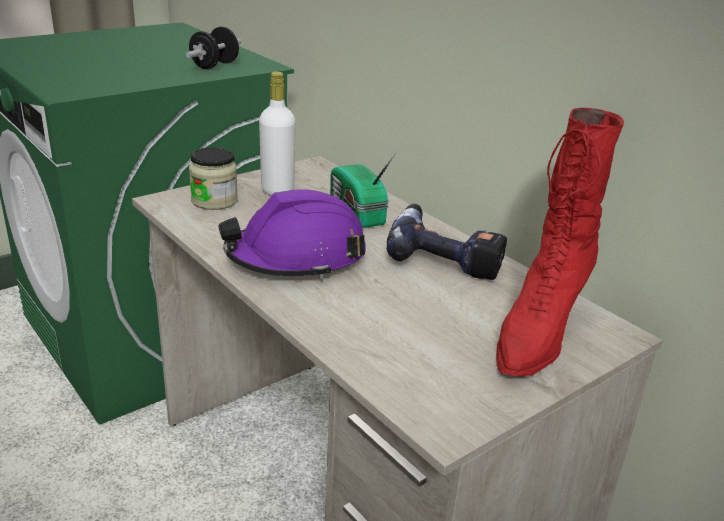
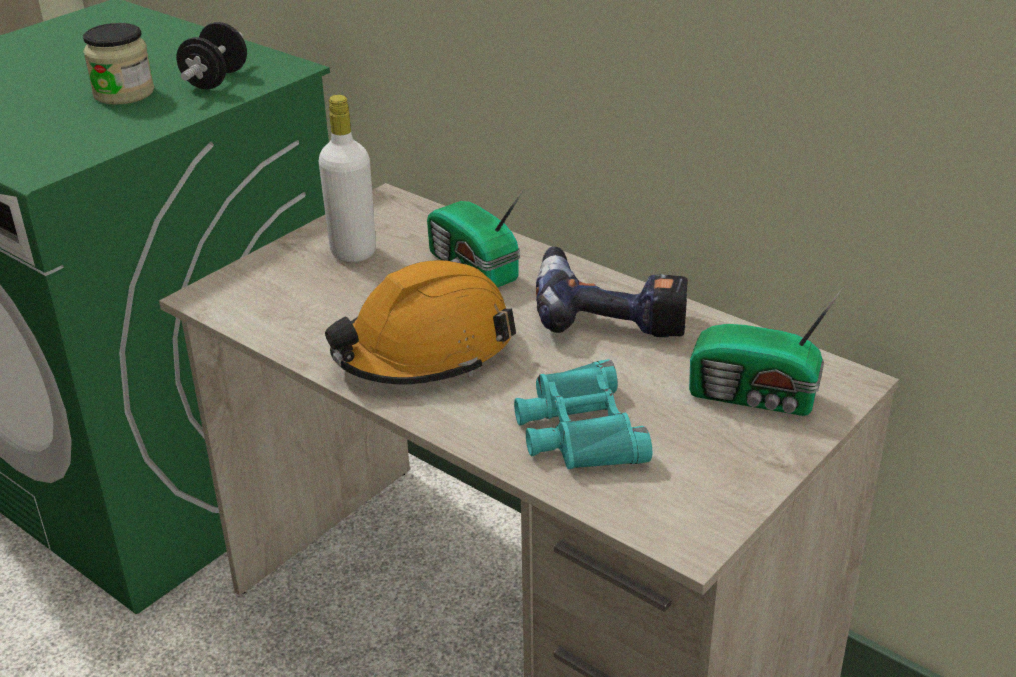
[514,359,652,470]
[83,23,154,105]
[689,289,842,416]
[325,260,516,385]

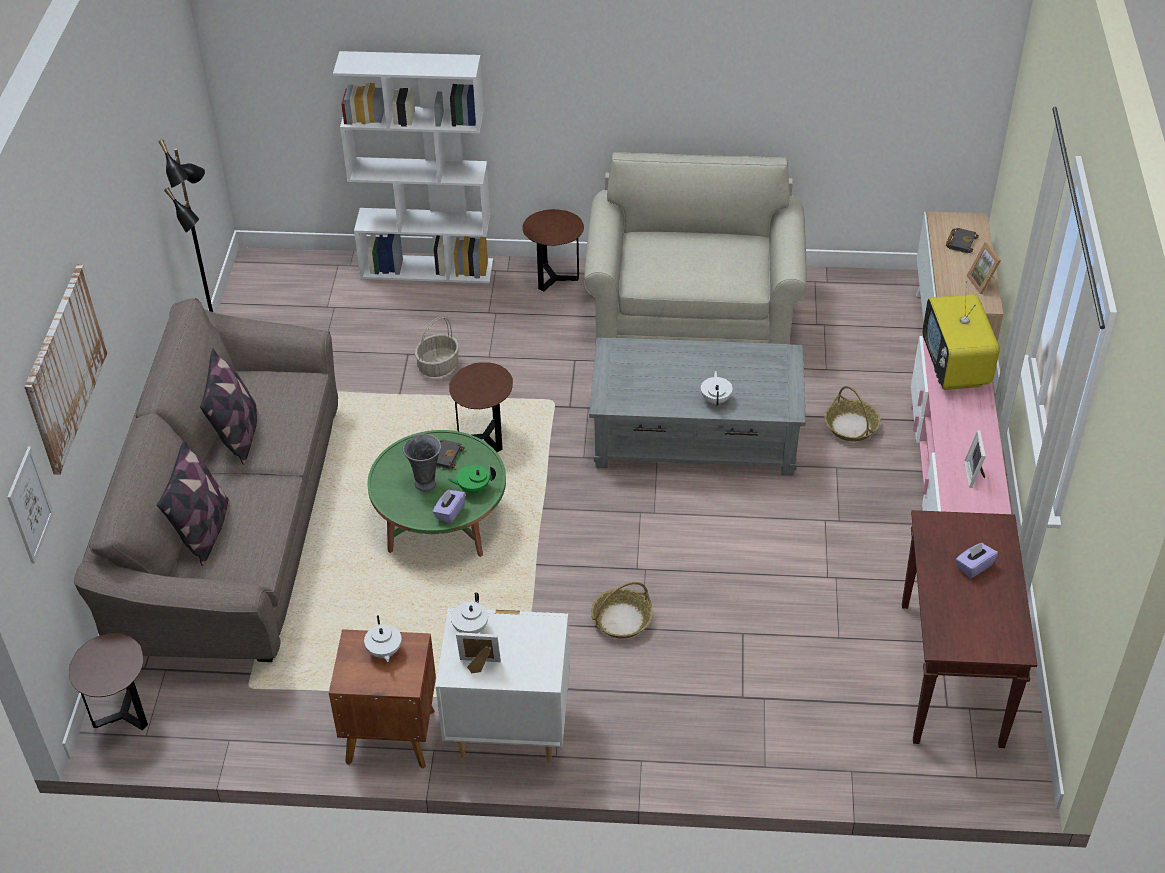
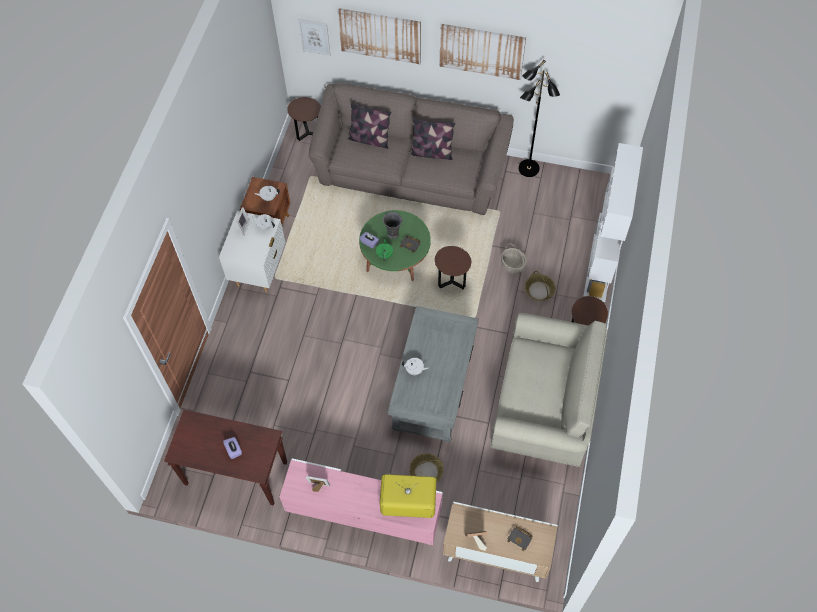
[440,24,526,80]
[525,271,556,301]

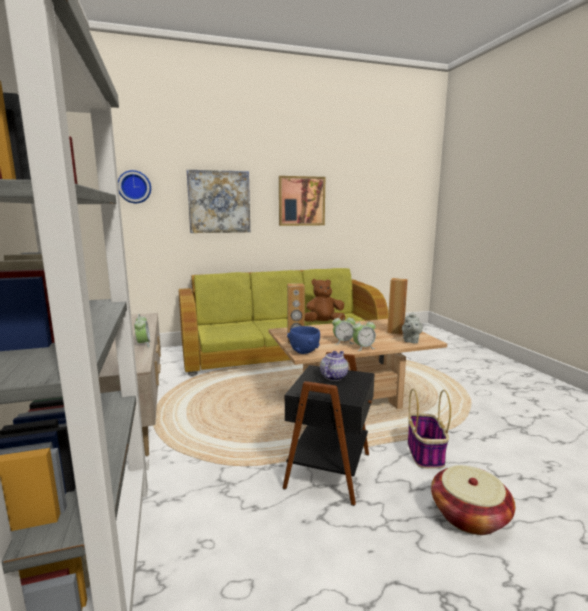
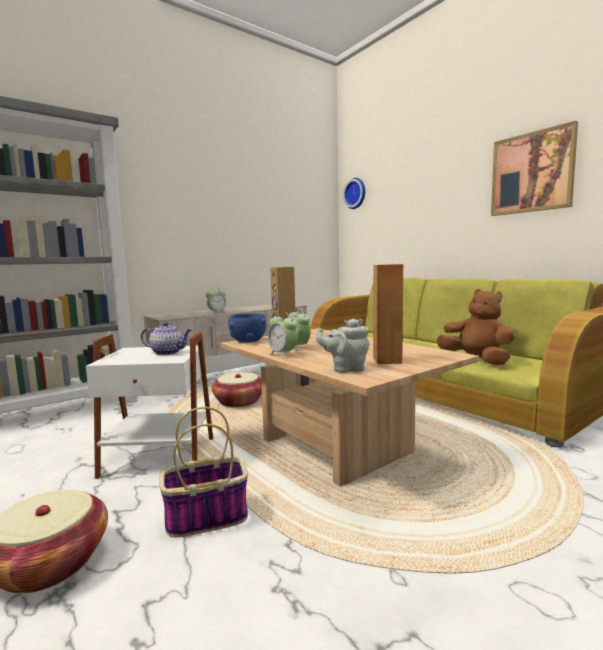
[187,170,250,233] (first image)
[212,372,262,408]
[86,332,213,479]

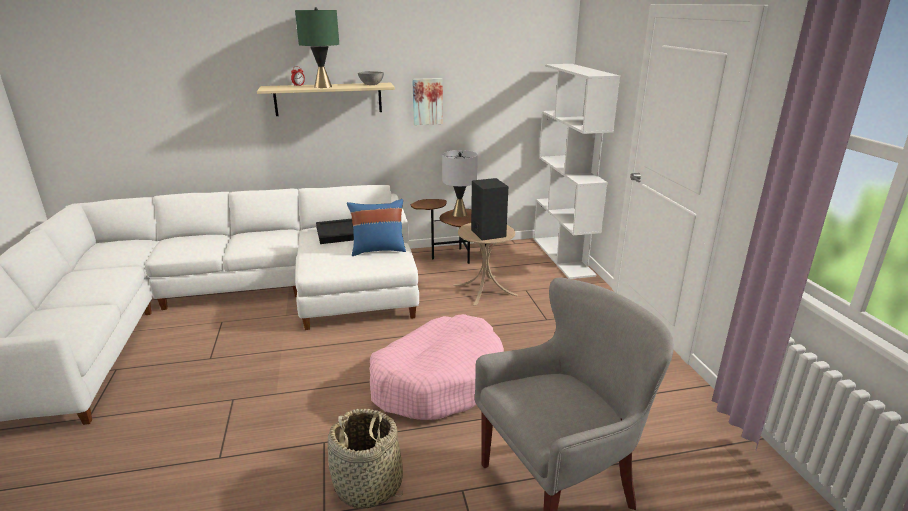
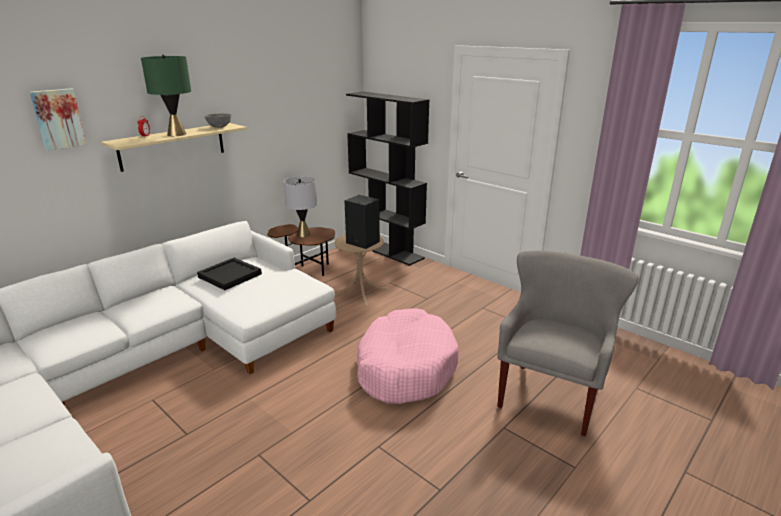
[328,409,403,509] (first image)
[347,199,406,256] (first image)
[30,88,87,151]
[346,92,429,266]

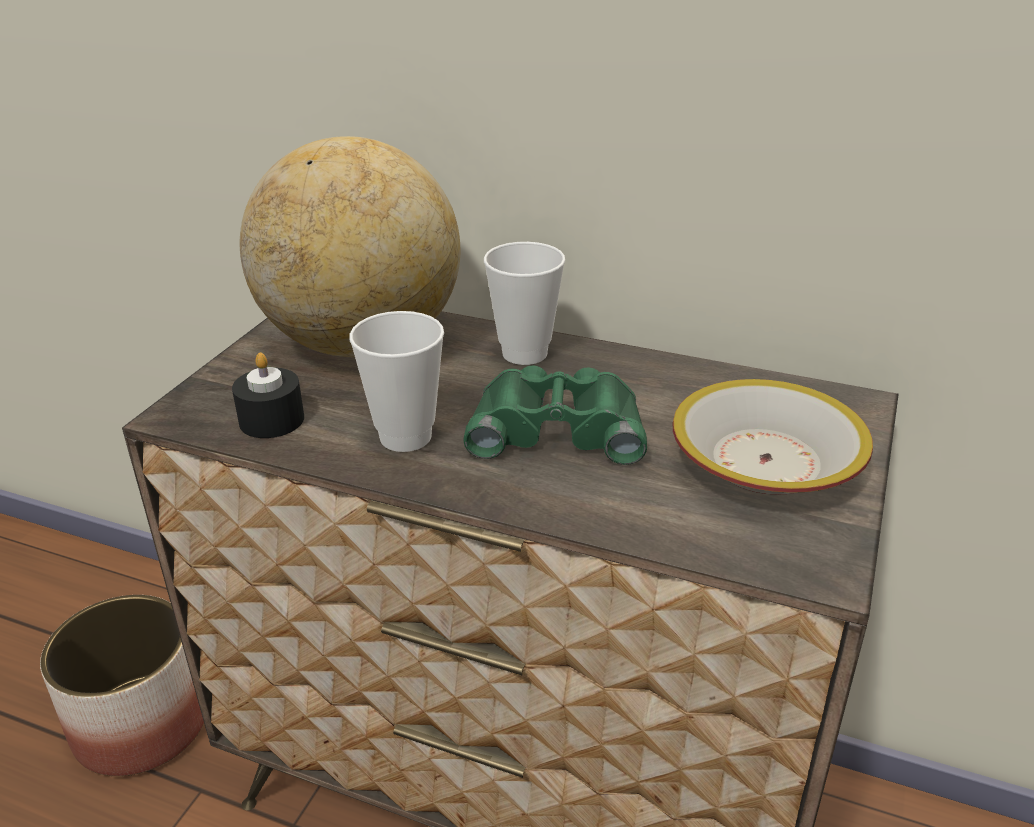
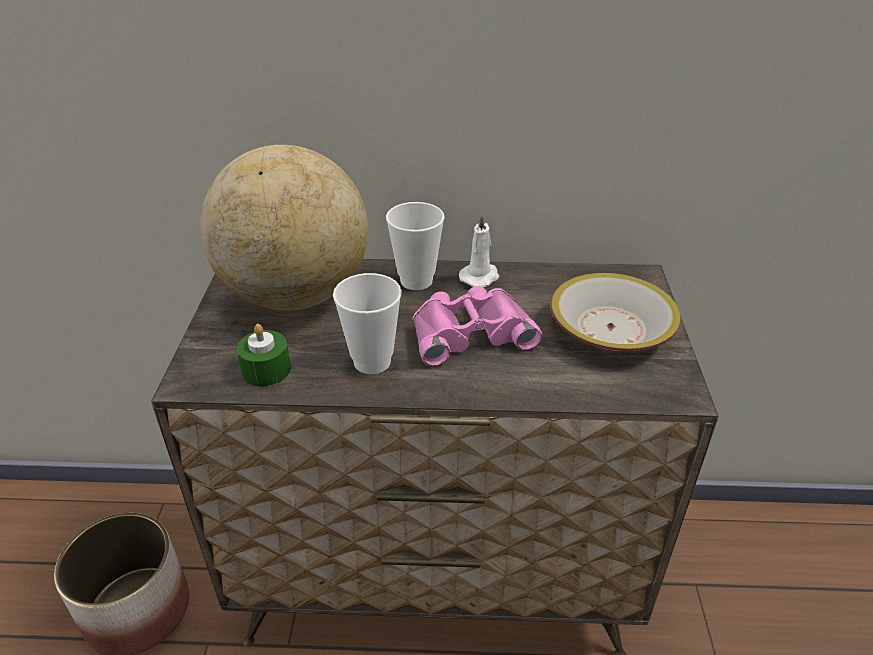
[459,213,500,287]
[237,324,291,386]
[413,286,543,366]

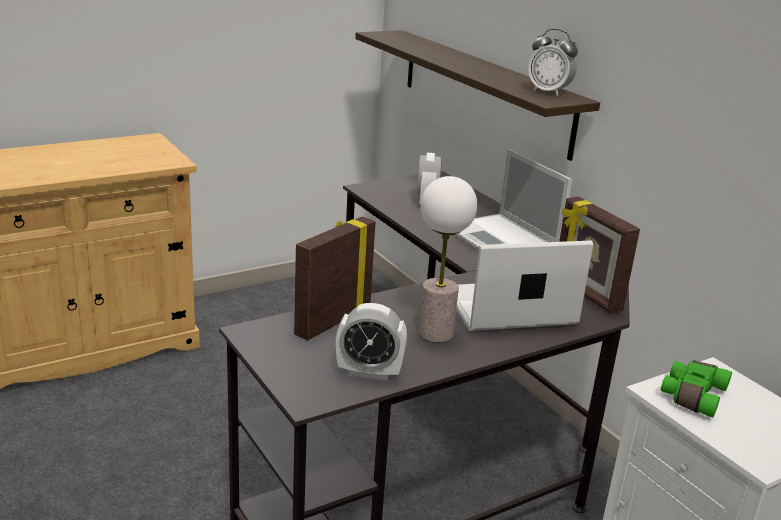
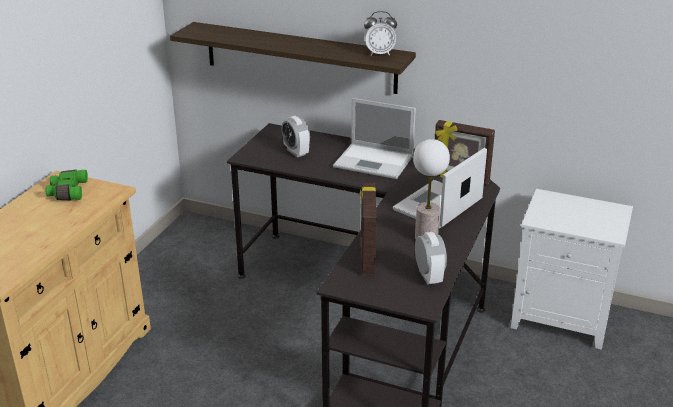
[46,170,88,201]
[415,232,447,285]

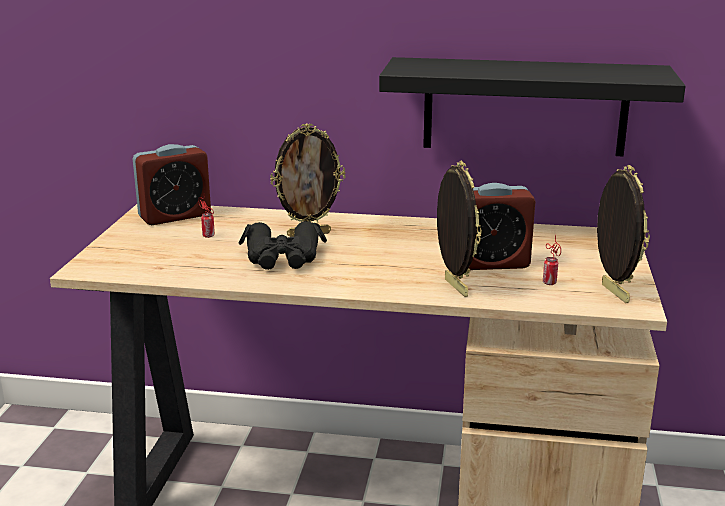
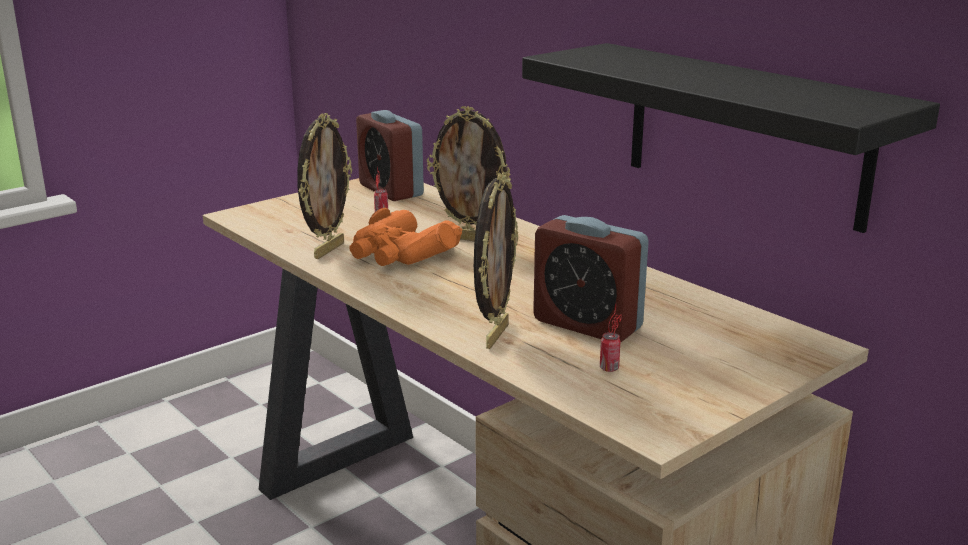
[297,113,352,259]
[349,208,462,266]
[356,110,424,201]

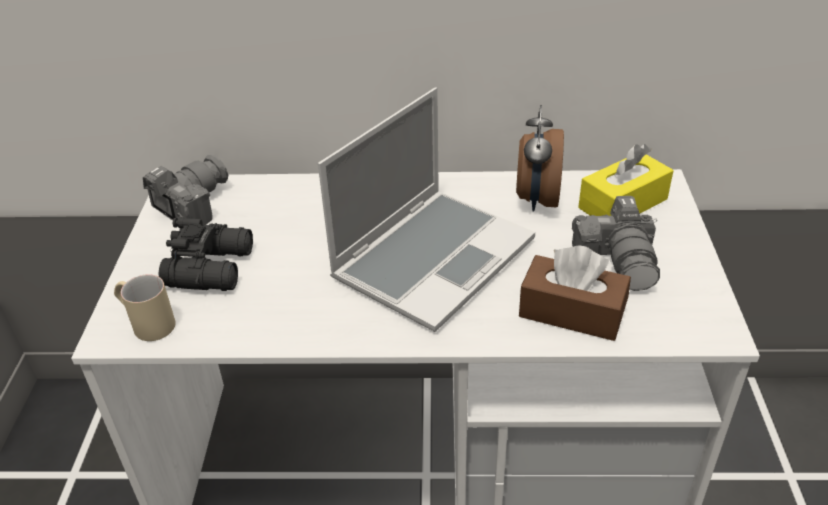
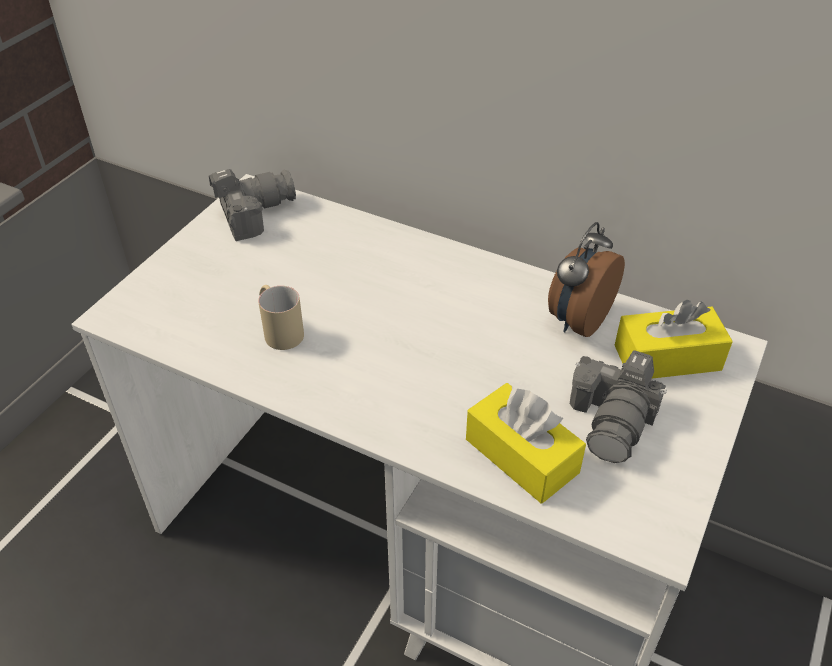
[158,218,253,291] (first image)
[318,88,535,332] (first image)
[258,285,304,350]
[466,383,586,503]

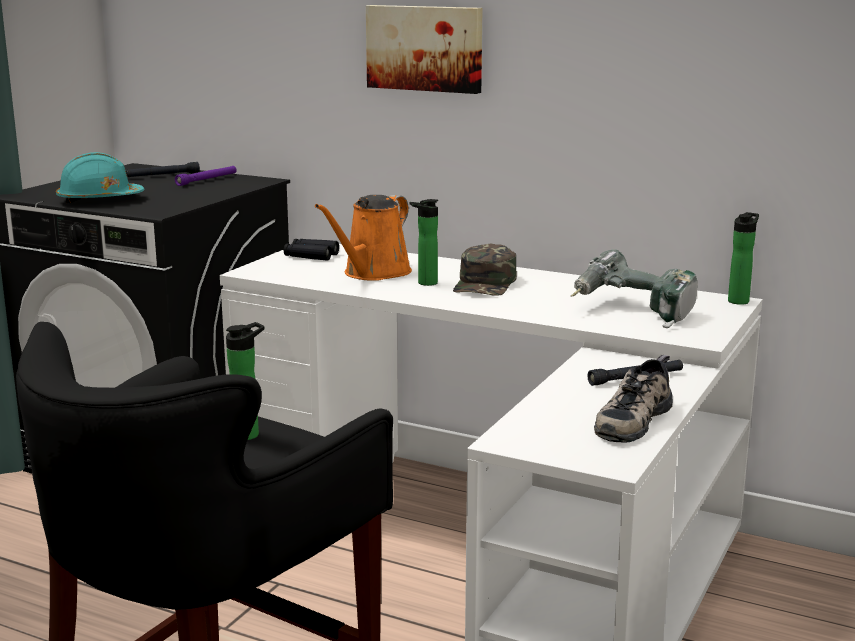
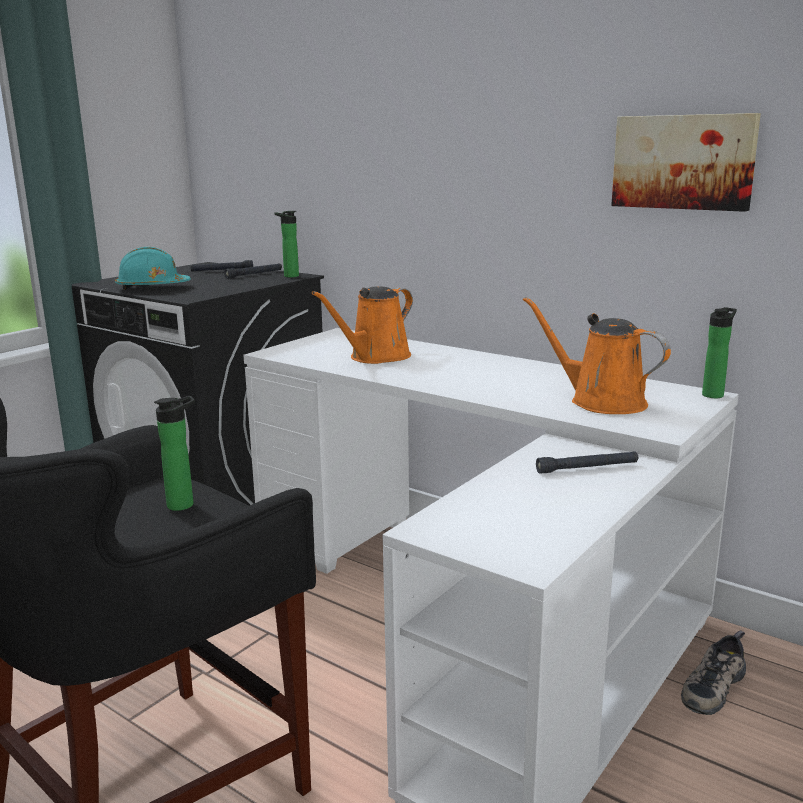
[284,239,339,261] (first image)
[453,244,517,296] (first image)
[611,113,761,212]
[274,211,299,278]
[681,630,746,715]
[523,297,671,414]
[224,263,282,279]

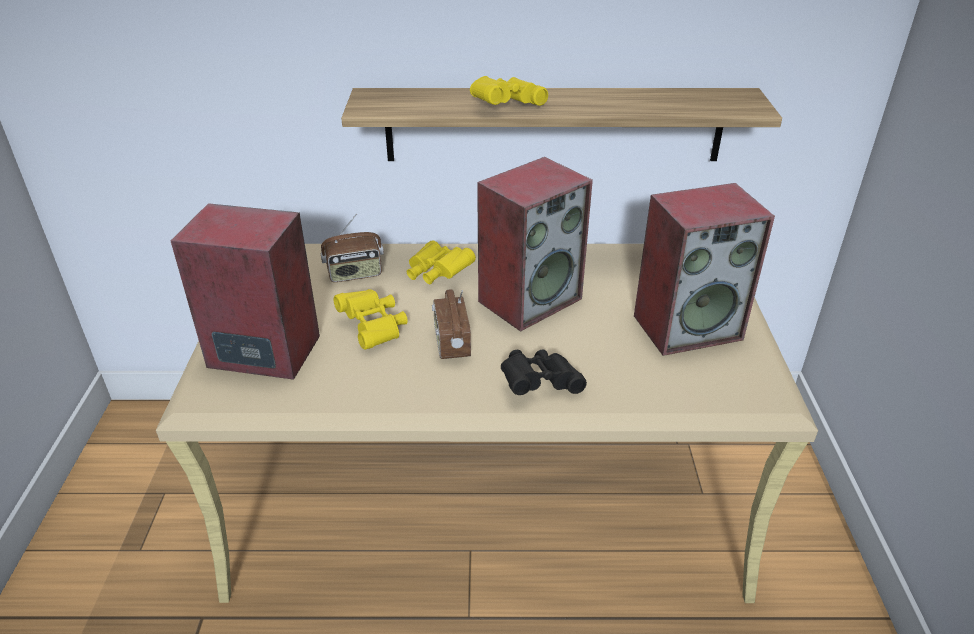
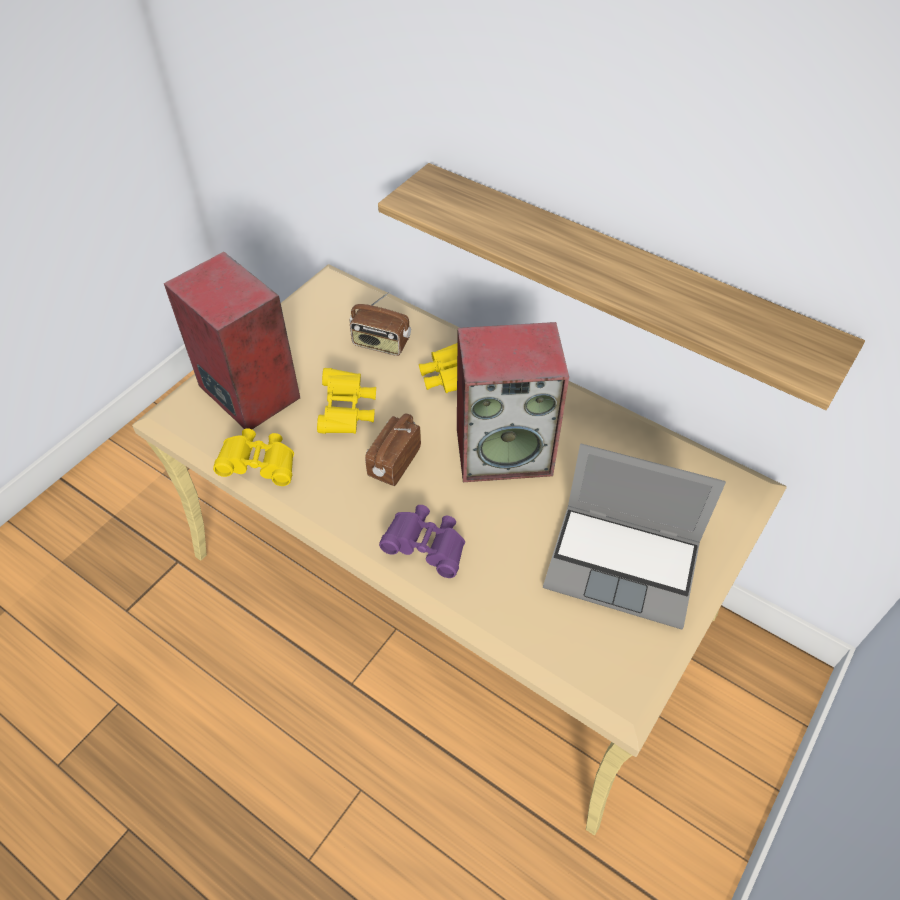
[213,428,294,486]
[543,444,726,629]
[379,505,465,578]

